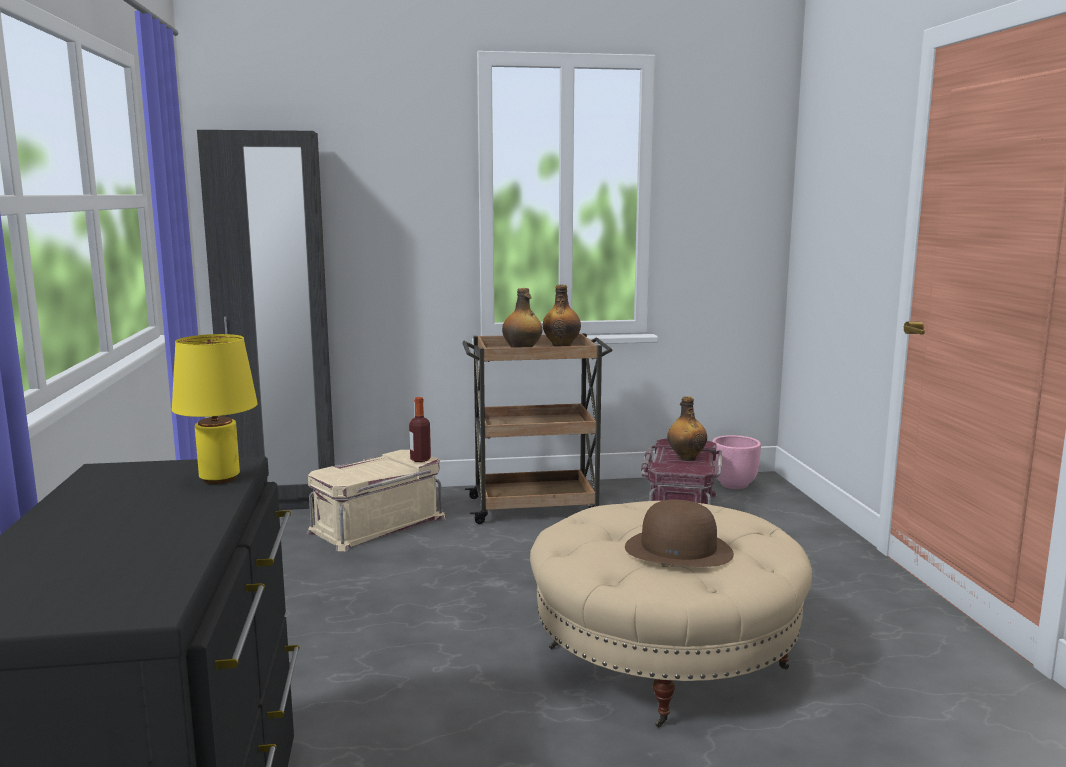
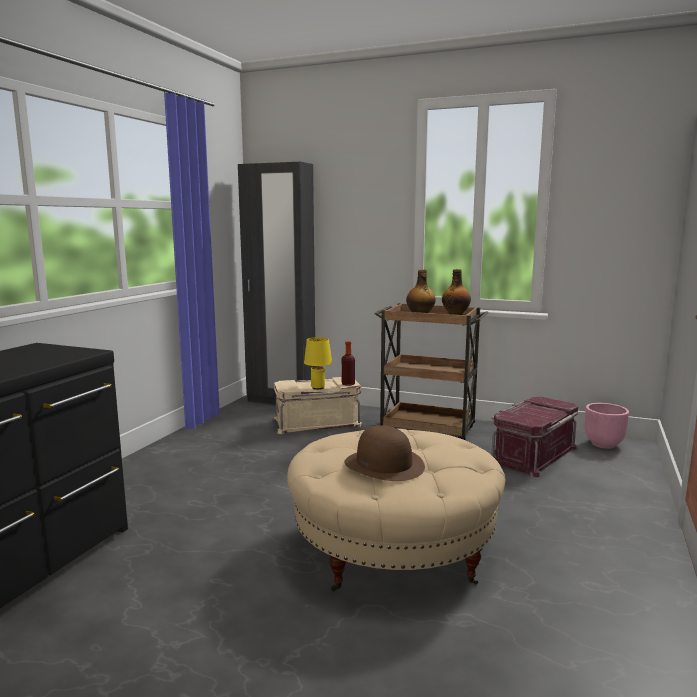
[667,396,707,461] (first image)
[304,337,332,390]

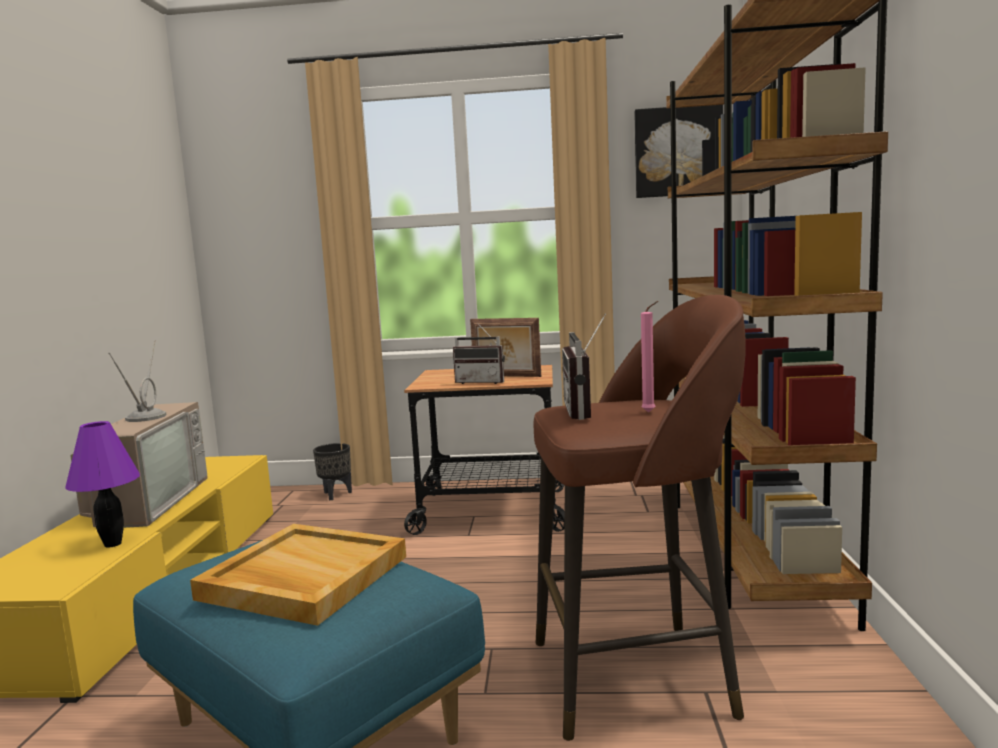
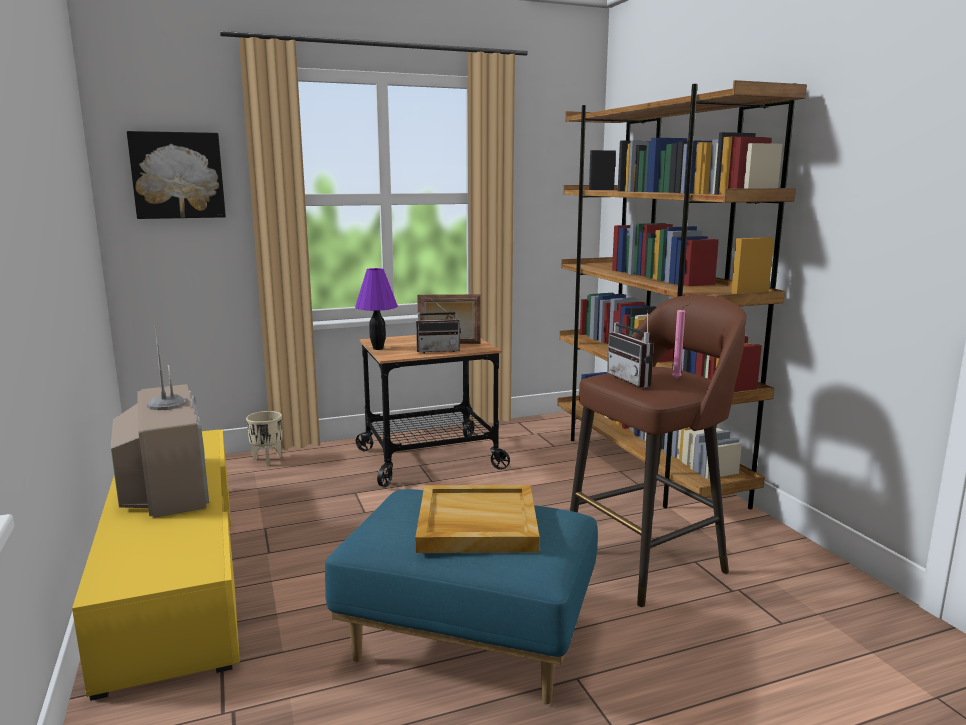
[355,268,398,350]
[127,131,226,219]
[246,411,283,466]

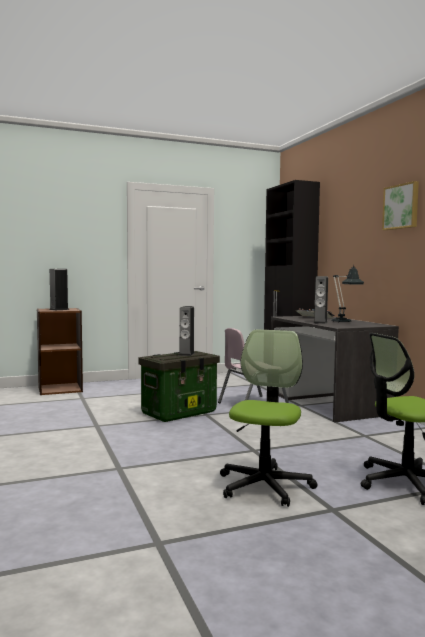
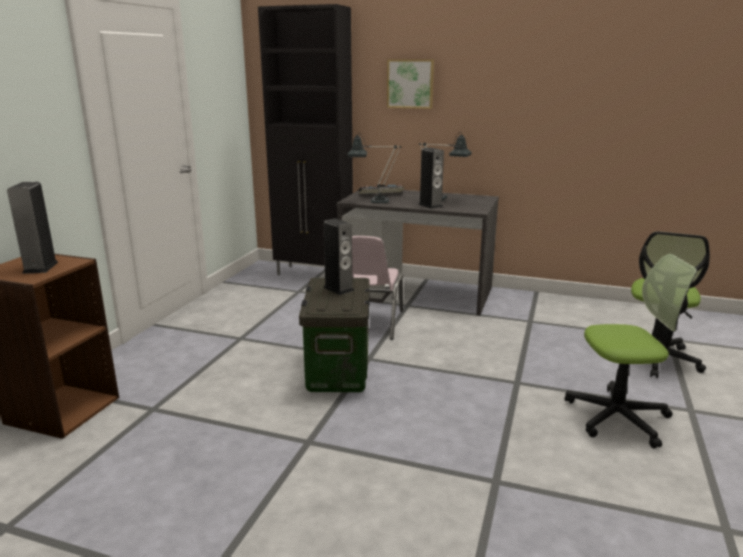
[347,132,401,204]
[387,59,434,109]
[564,254,697,449]

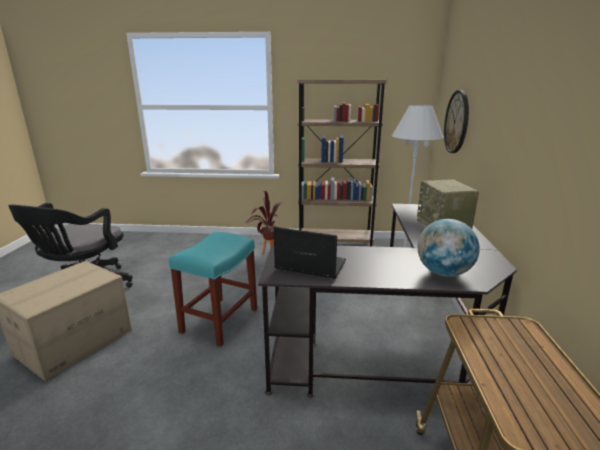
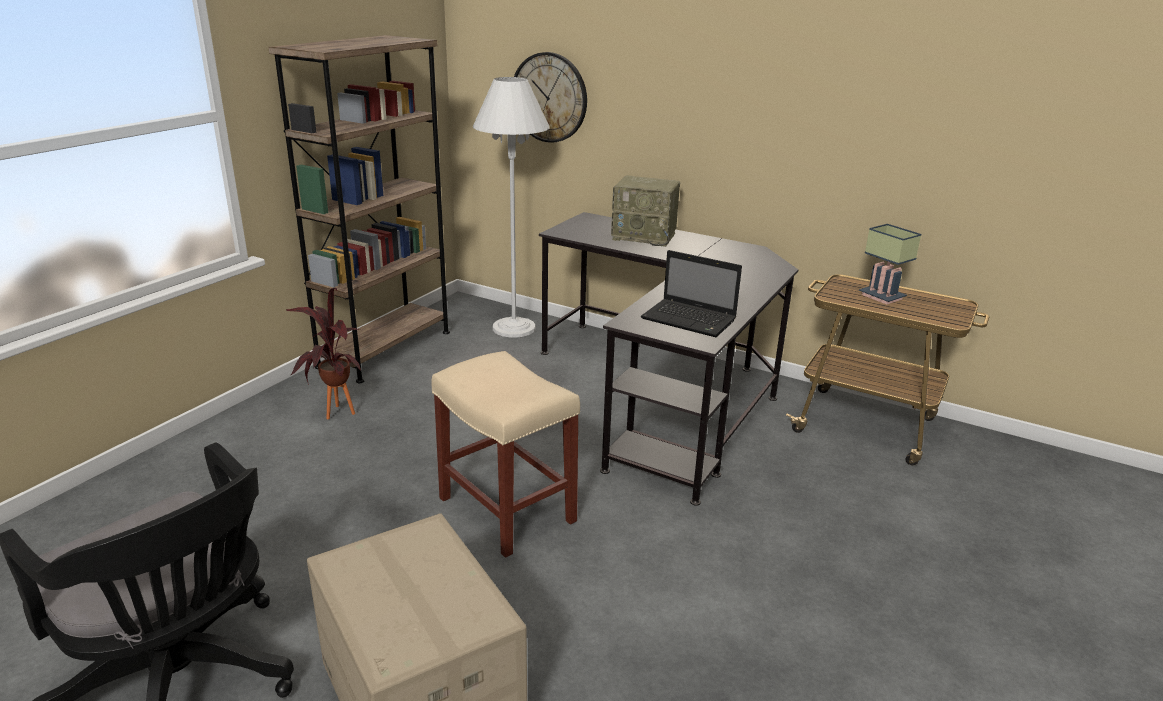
[418,219,480,277] (first image)
[859,224,922,305]
[431,351,580,558]
[641,250,742,337]

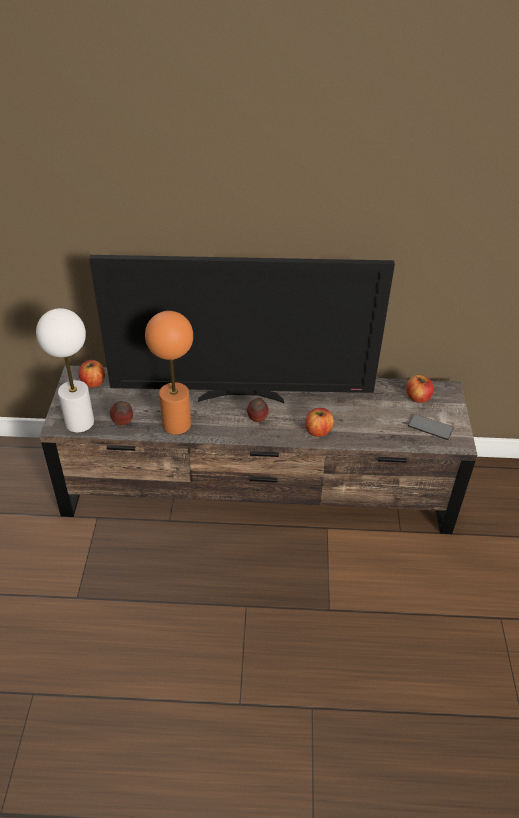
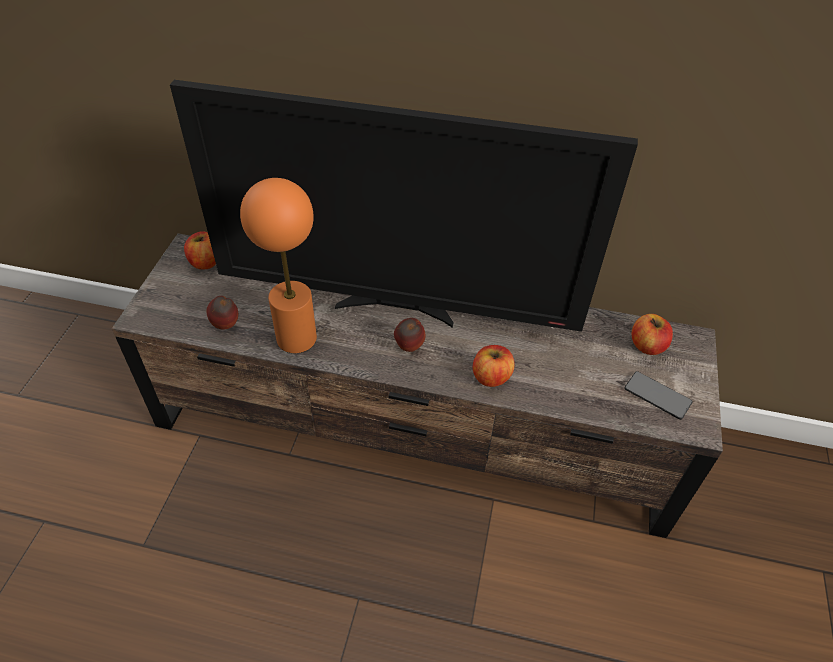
[36,308,94,433] (first image)

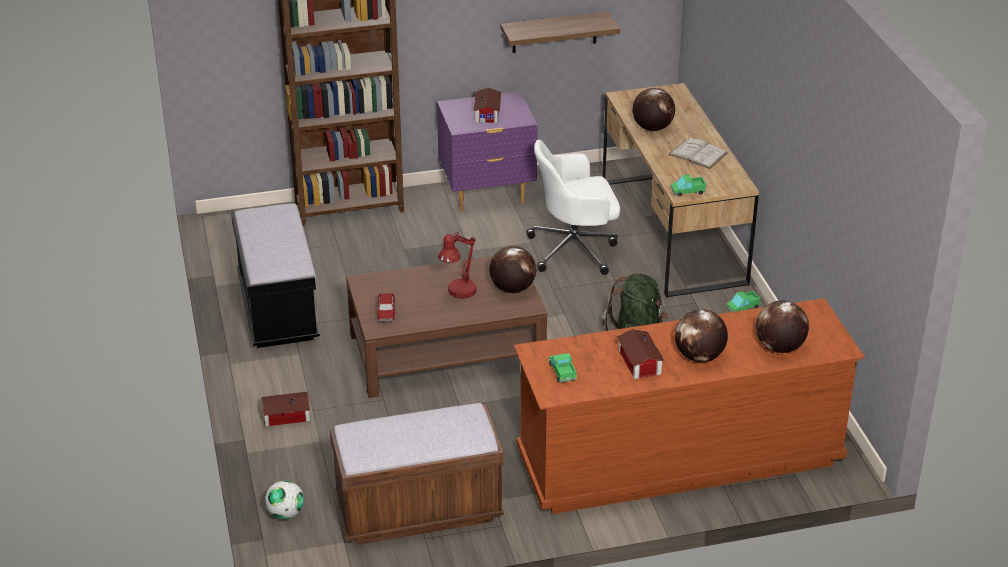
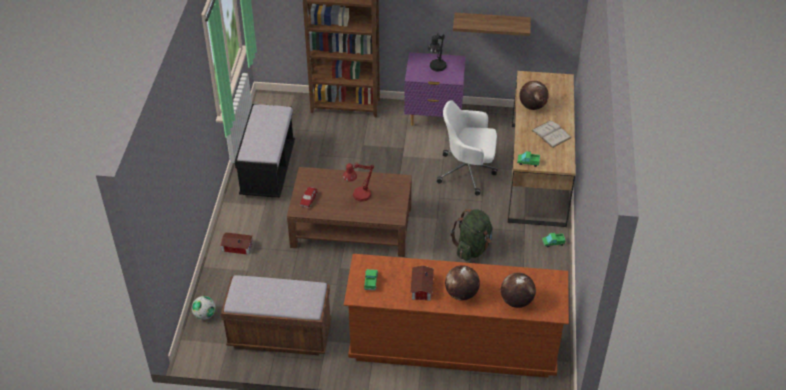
[489,246,536,293] (first image)
[428,34,447,71]

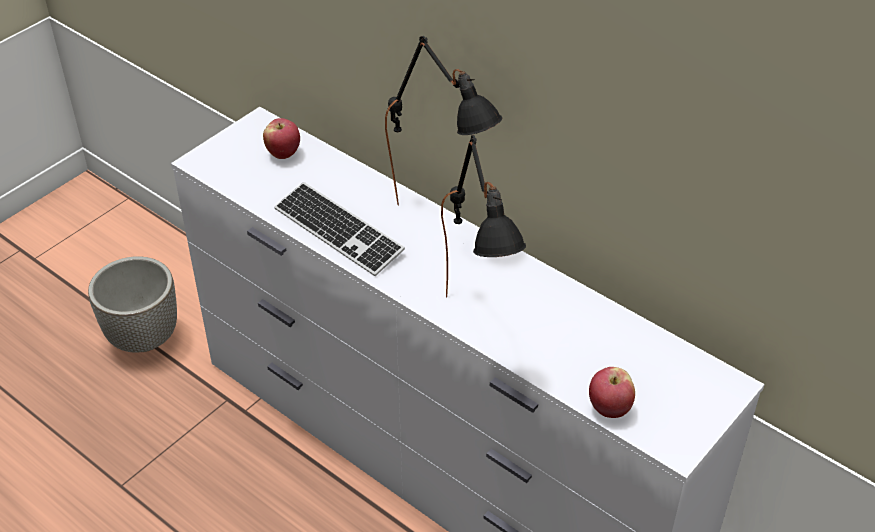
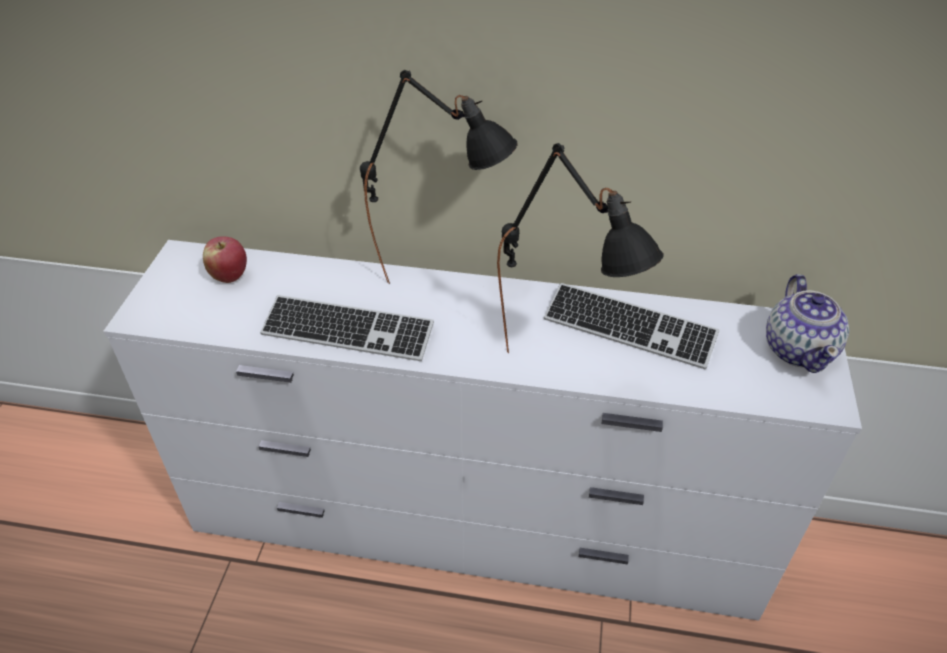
[88,256,177,352] (first image)
[589,367,635,418] (first image)
[544,283,720,369]
[766,274,850,373]

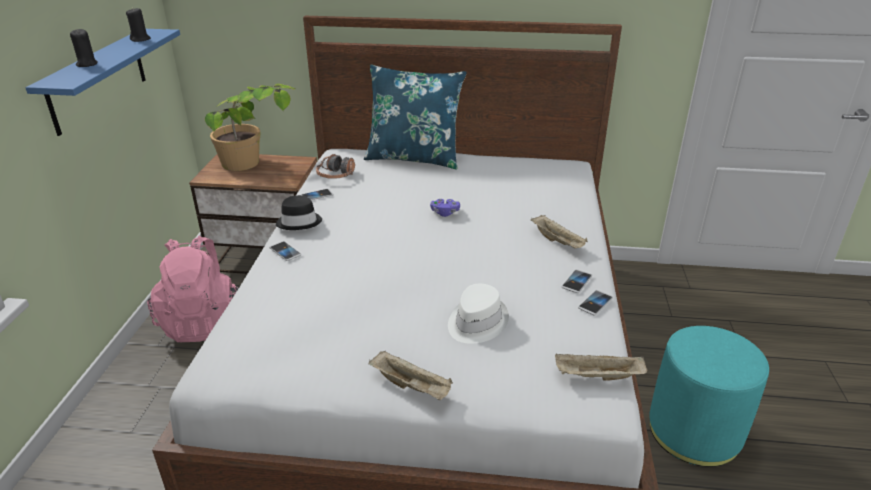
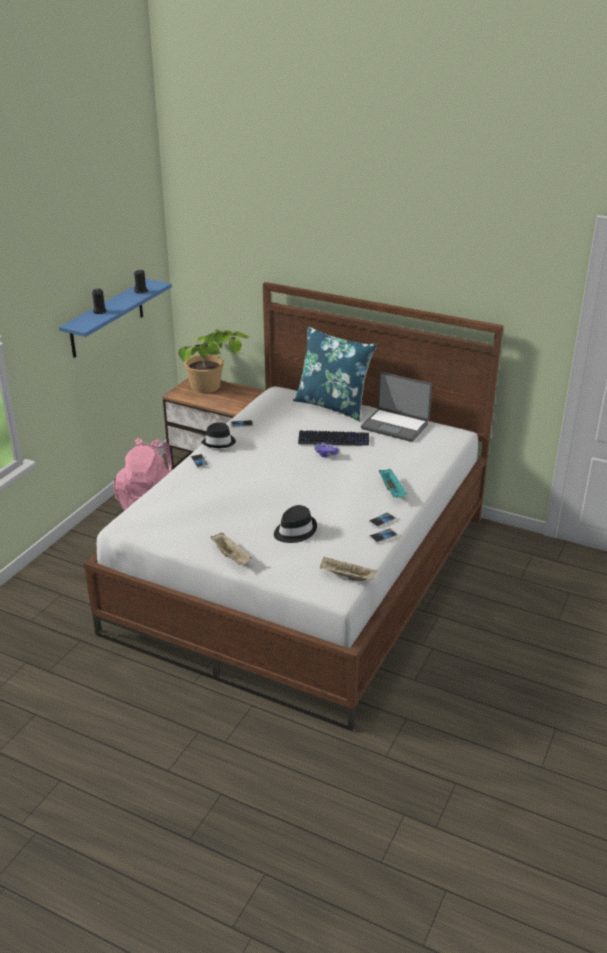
[316,154,355,179] (first image)
[649,326,769,467] (first image)
[298,430,369,446]
[361,372,432,442]
[274,505,317,543]
[379,469,407,498]

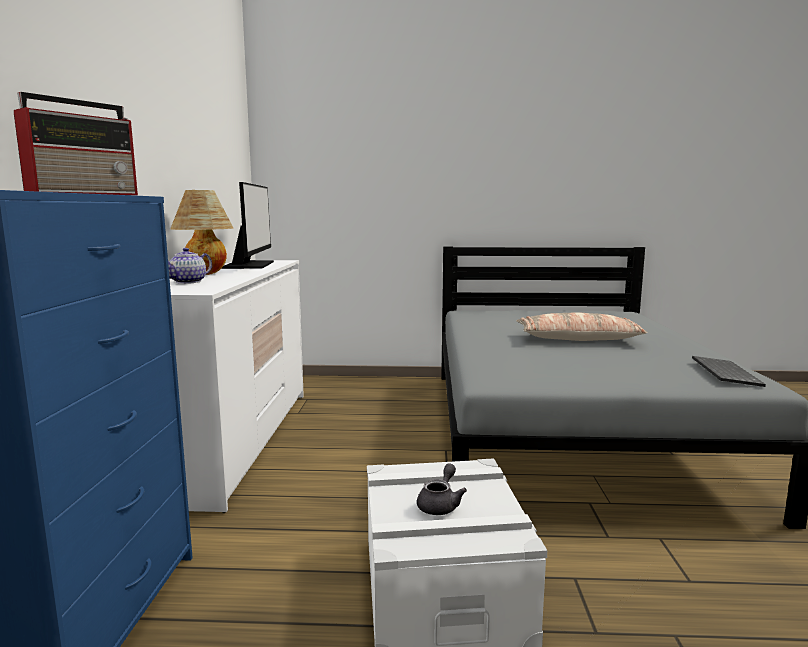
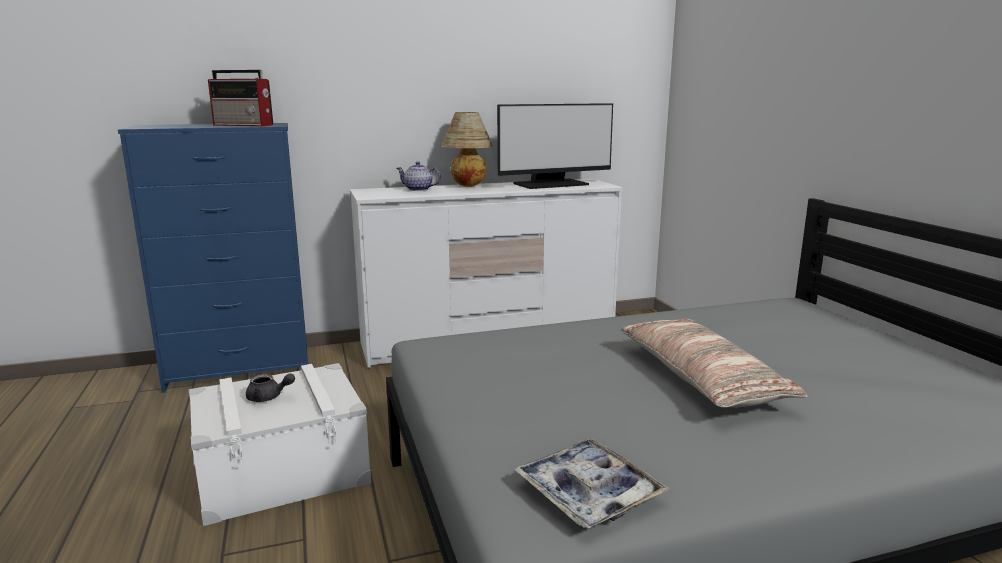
[513,439,670,528]

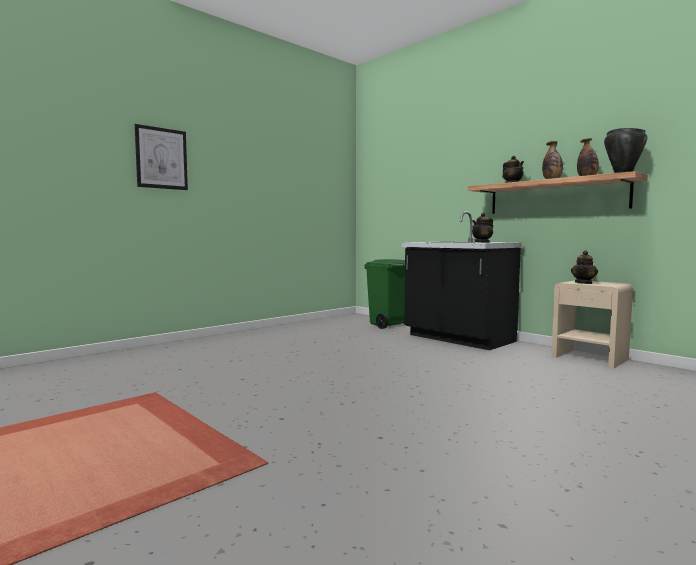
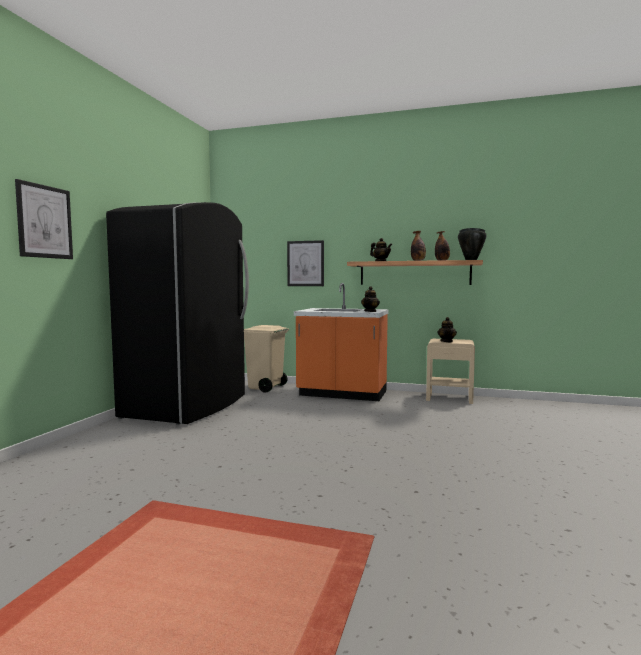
[106,202,249,425]
[287,240,324,286]
[244,325,289,393]
[294,283,389,401]

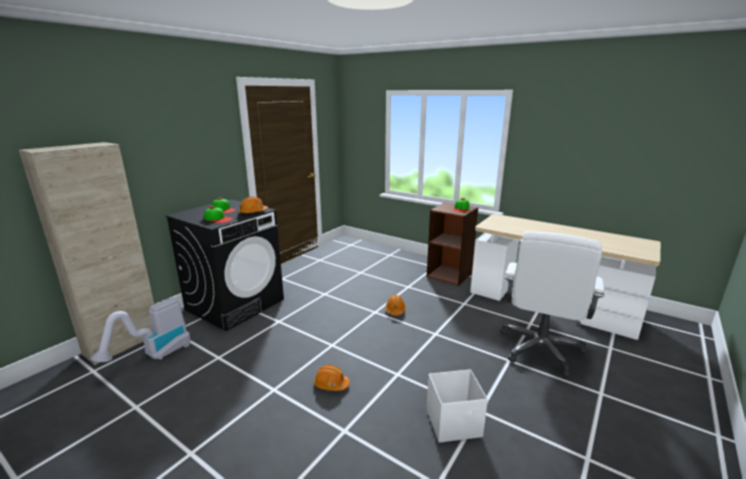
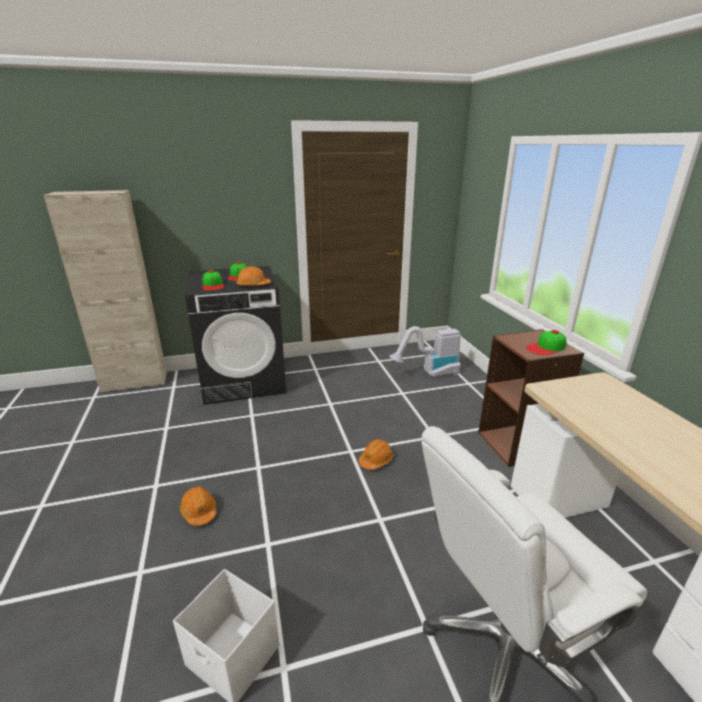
[389,326,461,378]

